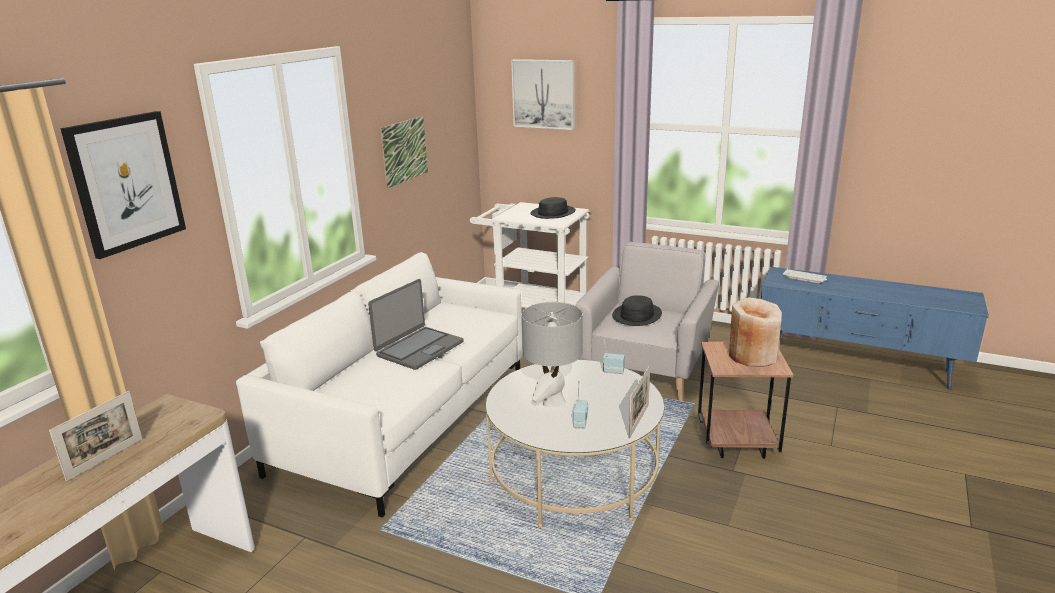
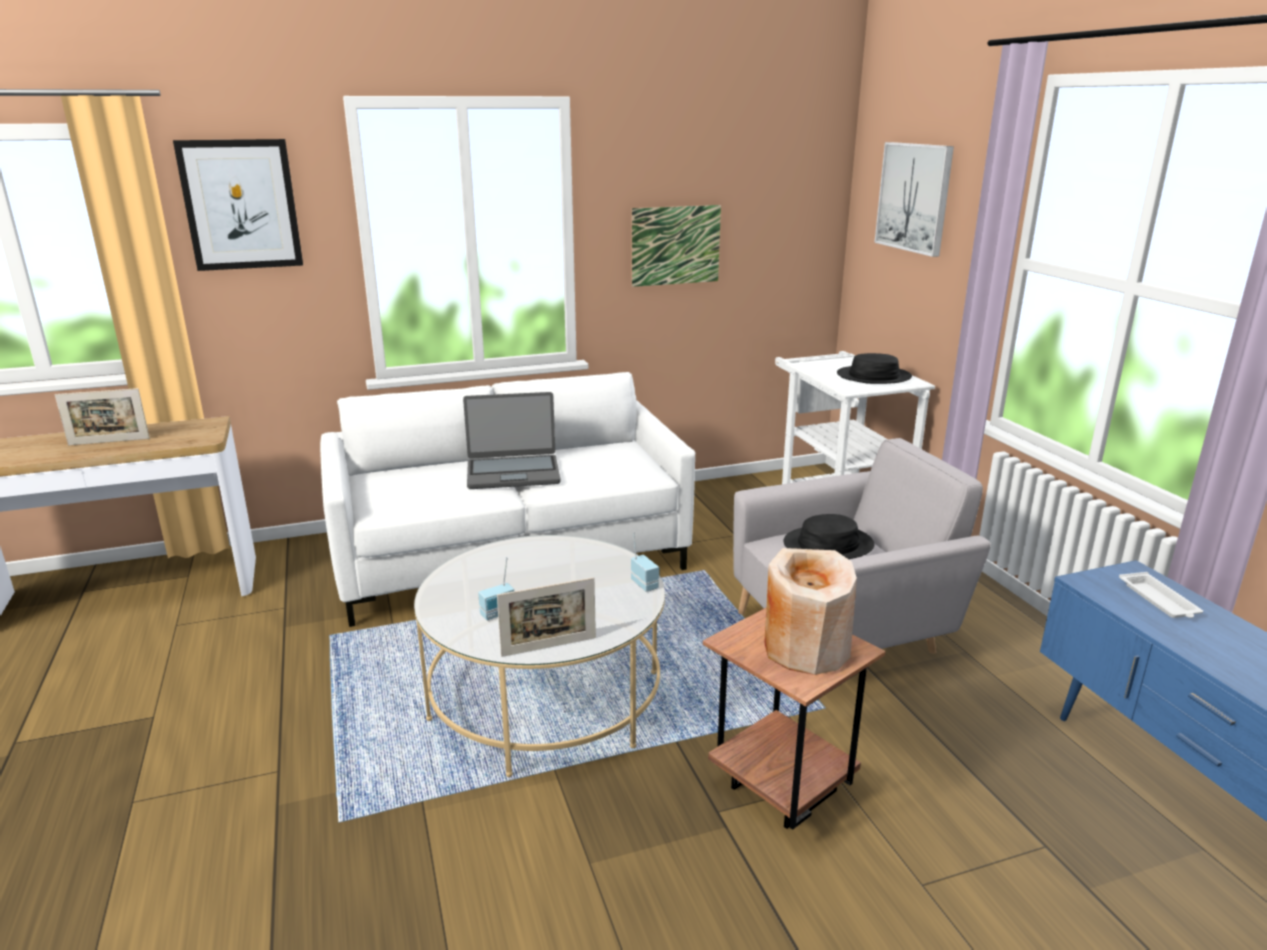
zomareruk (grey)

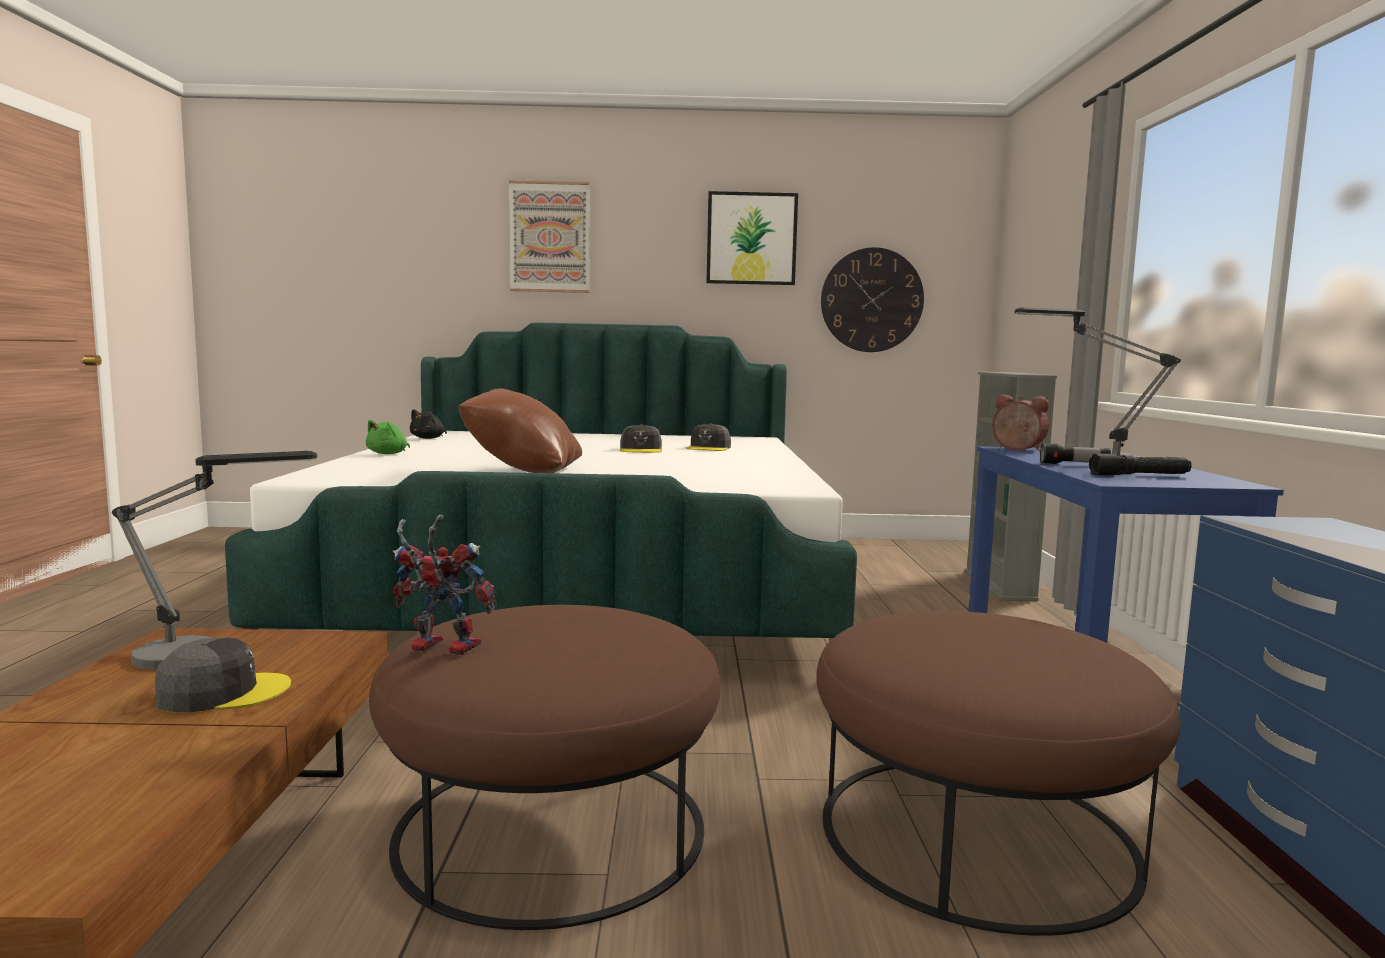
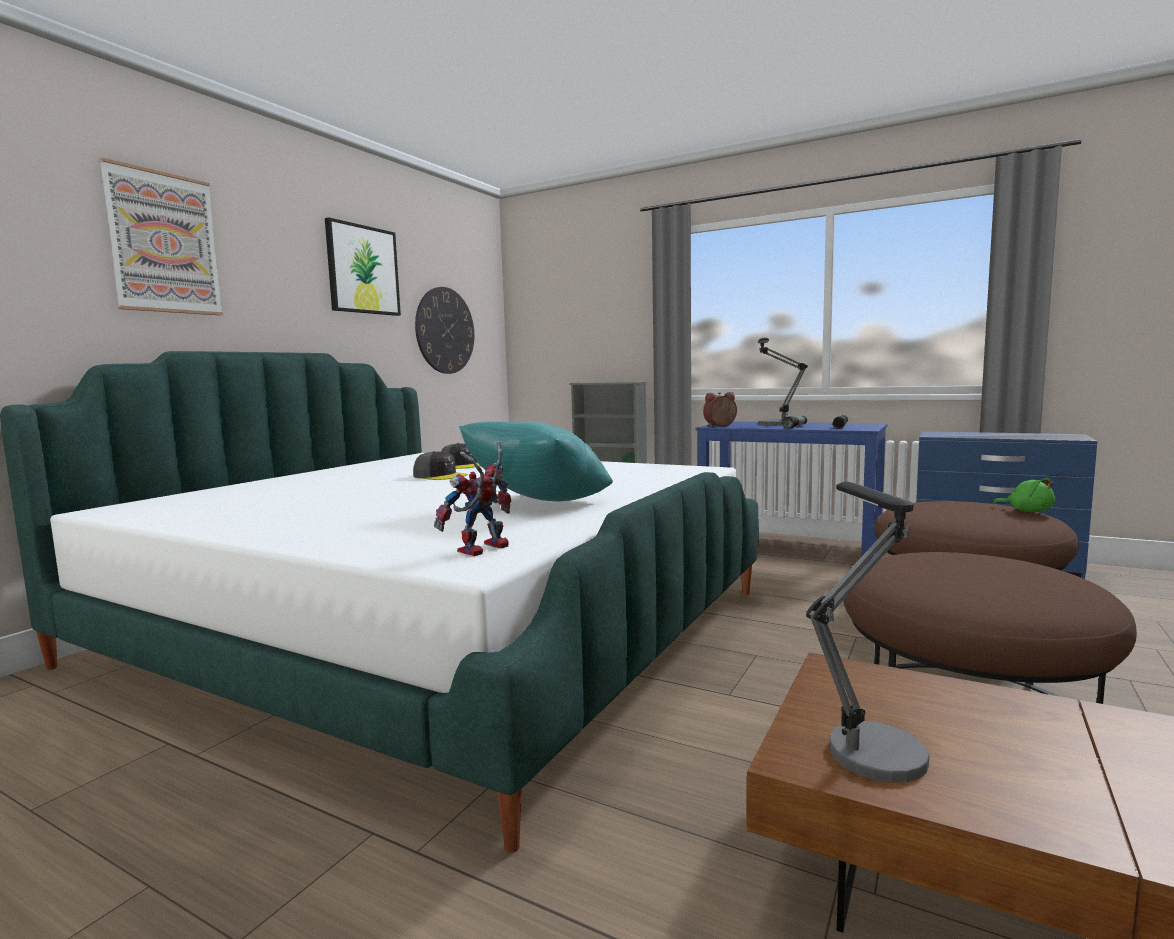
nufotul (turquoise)
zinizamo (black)
zinizamo (green)
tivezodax
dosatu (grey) (1st from left in the first image)

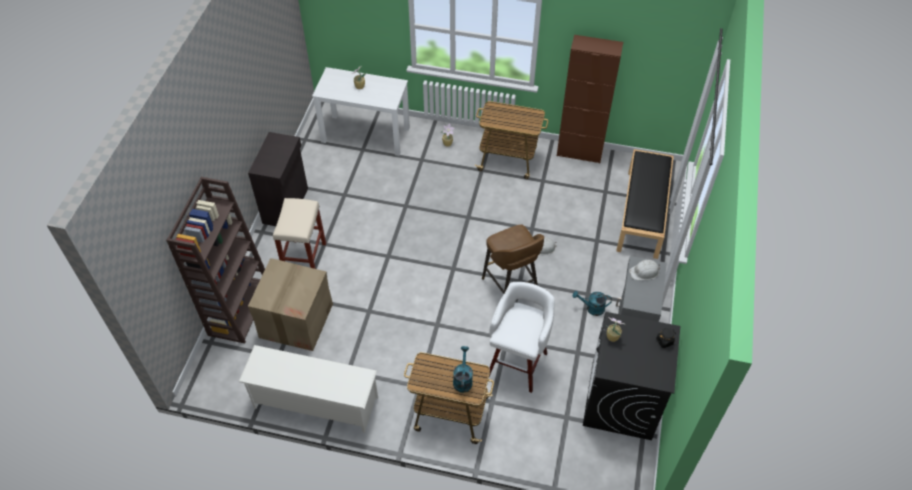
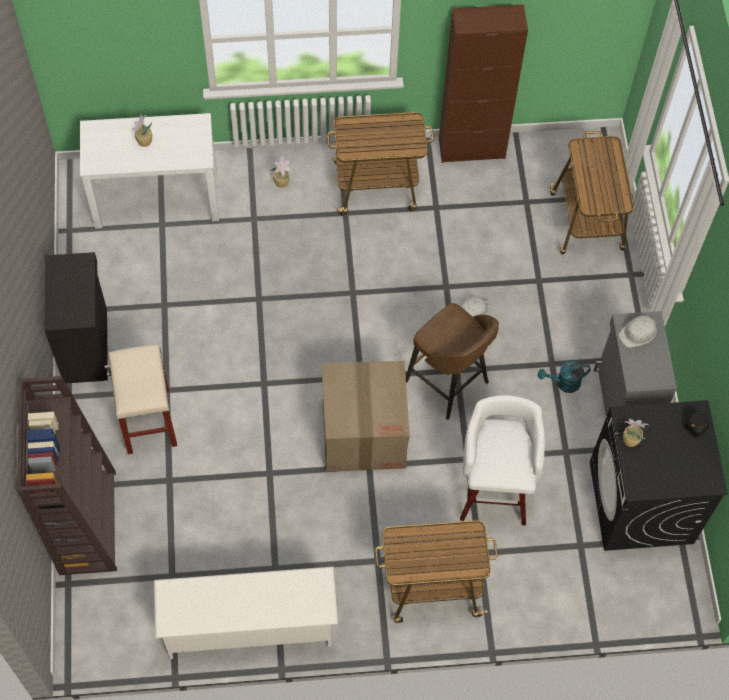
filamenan (3rd from left)
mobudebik
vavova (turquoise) (1st from left in the first image)

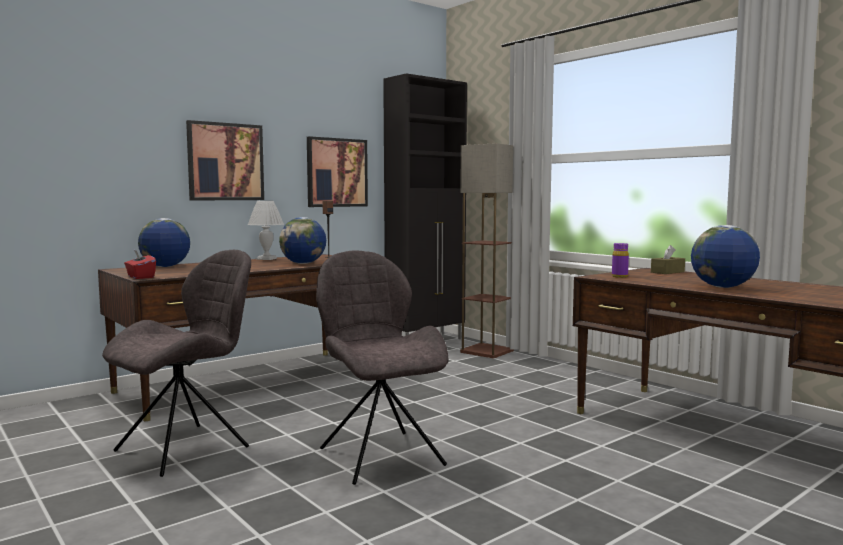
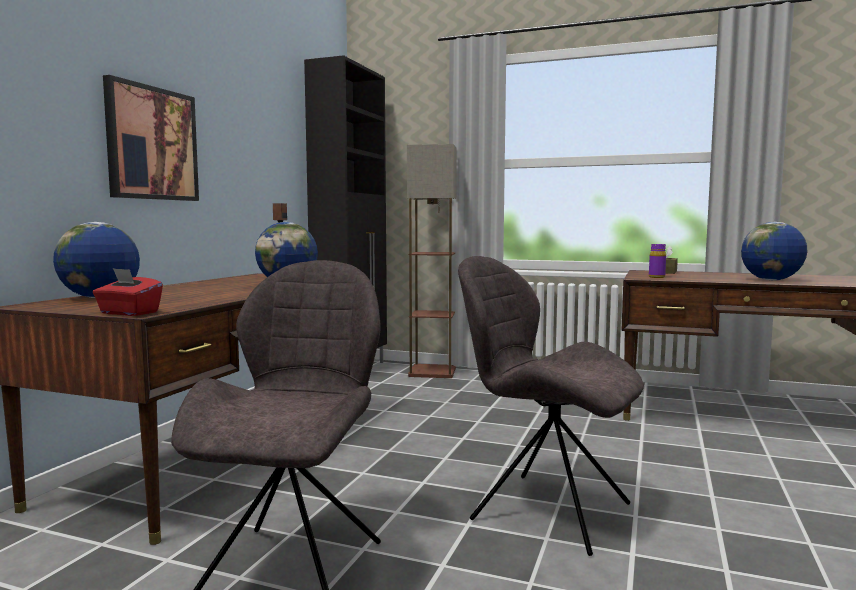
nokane (2nd from left in the first image)
zomareruk (white)

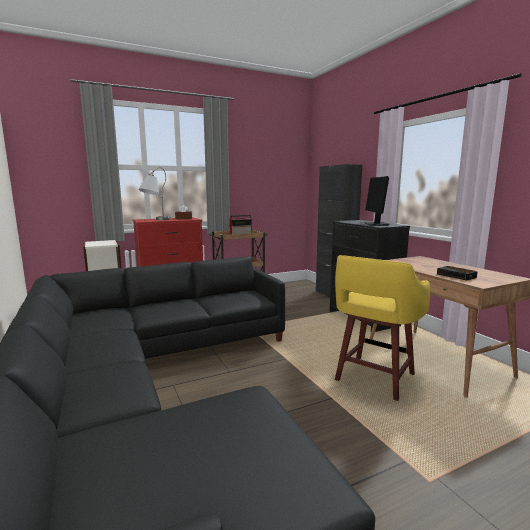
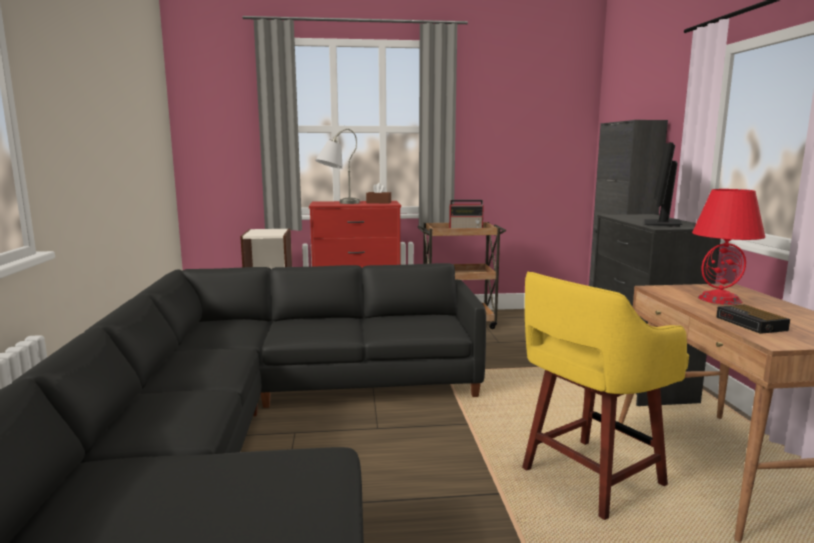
zomareruk (red)

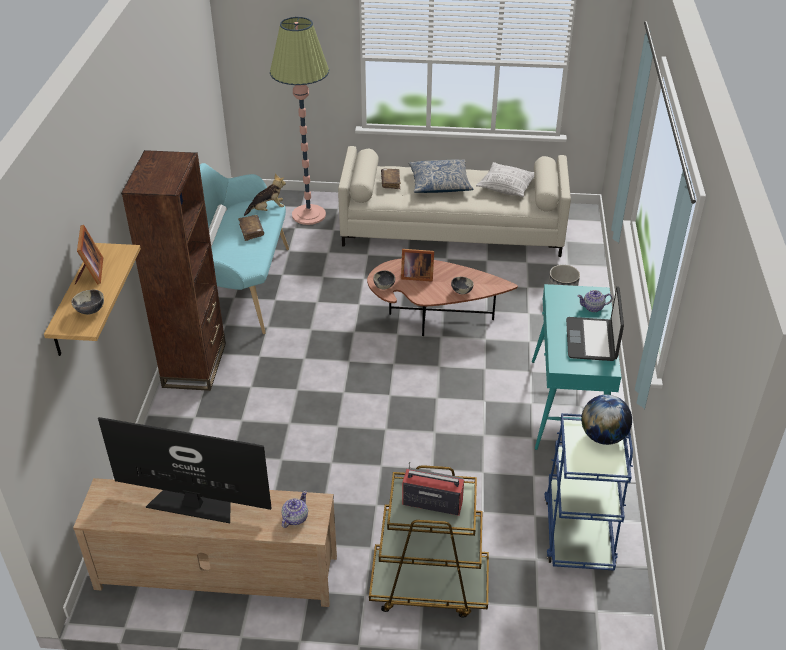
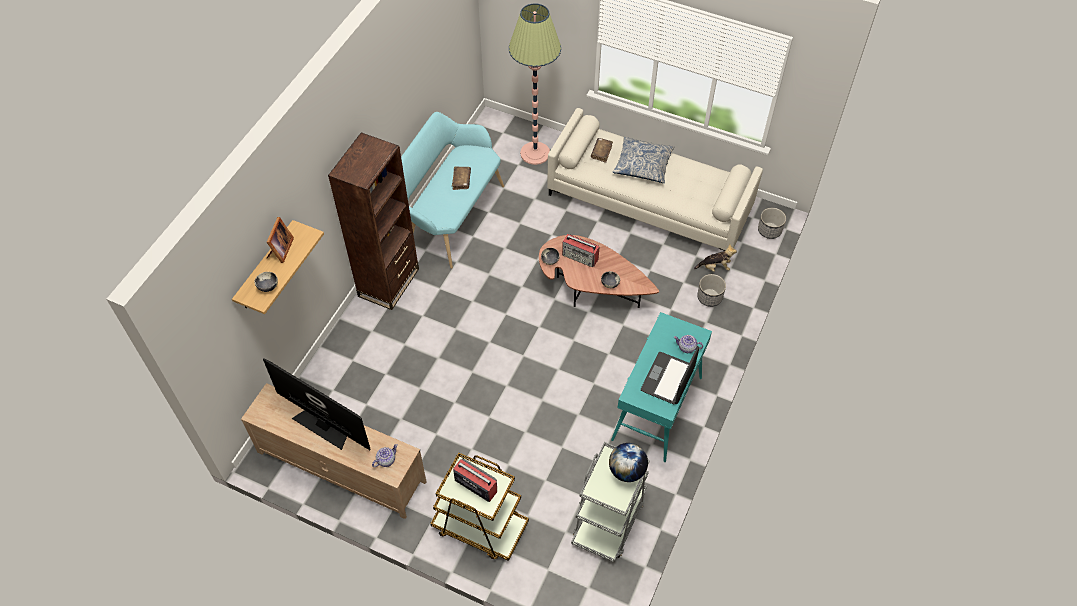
nufotul (2nd from left in the first image)
zinizamo
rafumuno (2nd from left)
filamenan (grey)
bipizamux (2nd from left)

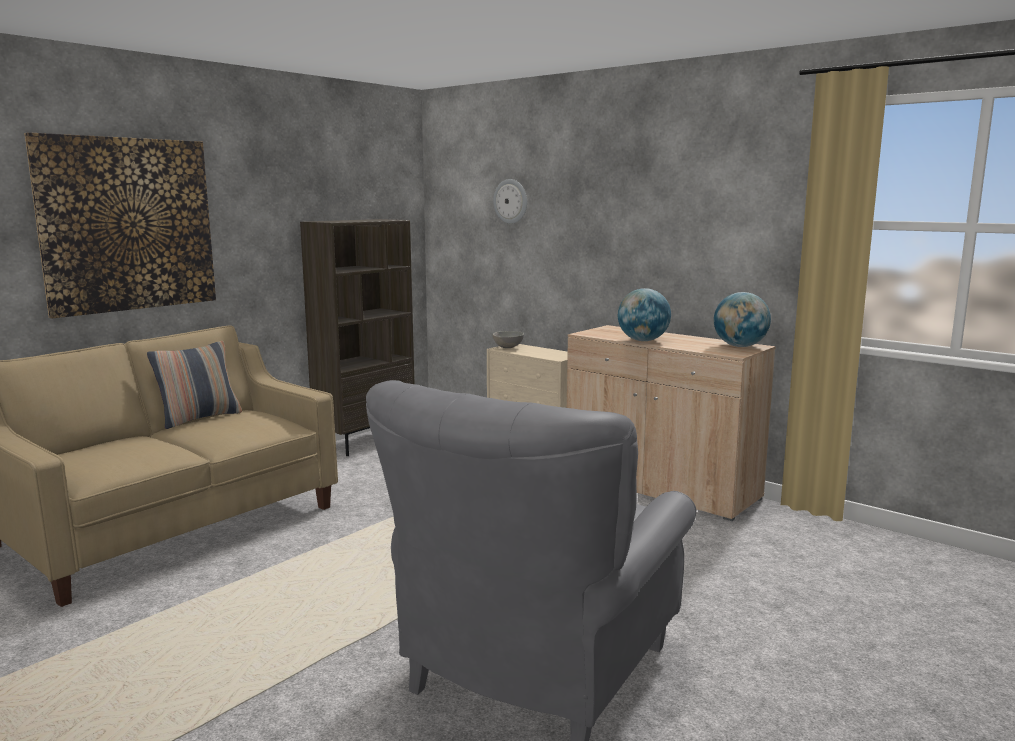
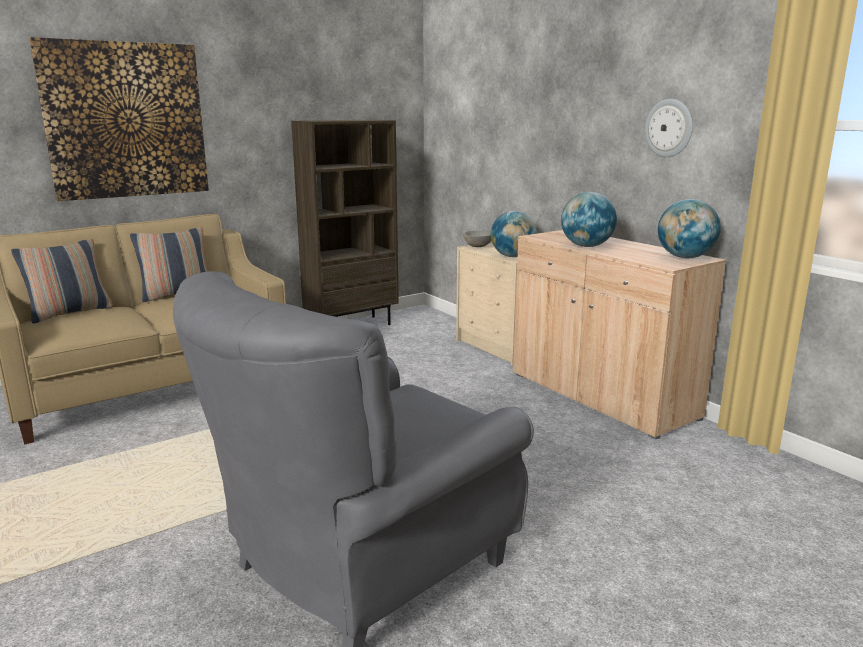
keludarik
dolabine (1st from left)
nufotul (1st from left)

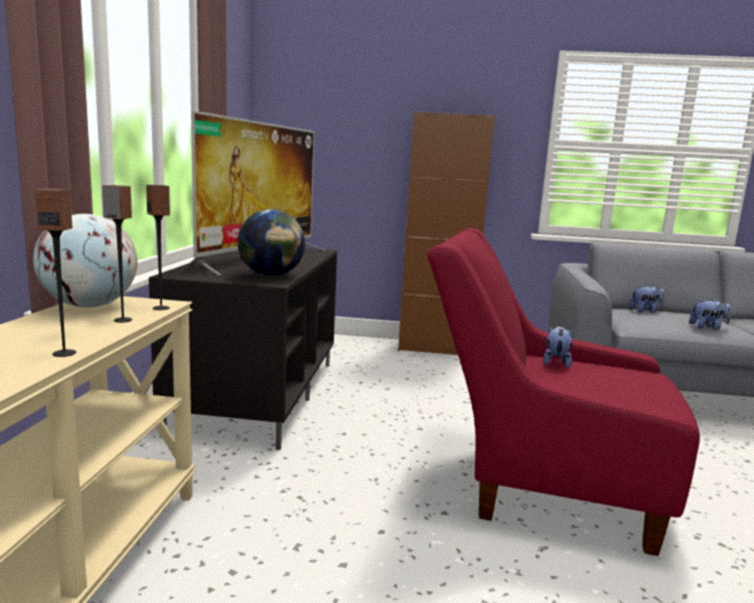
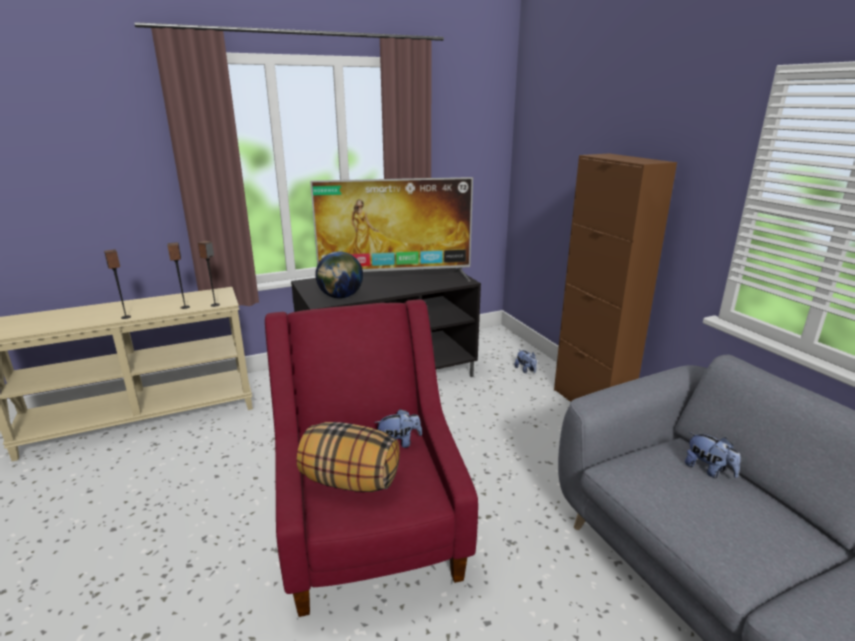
dolabine (1st from left in the first image)
zinizamo (2nd from left)
nufotul

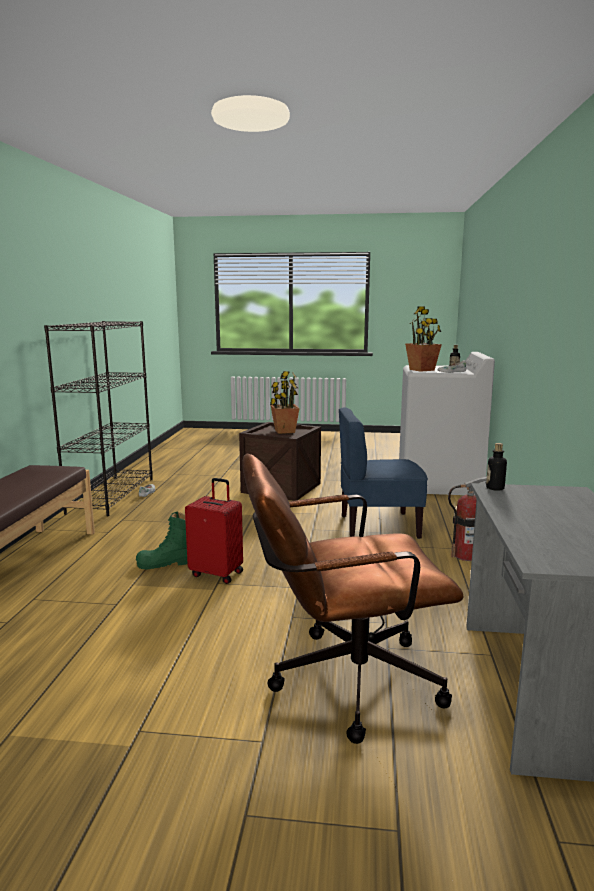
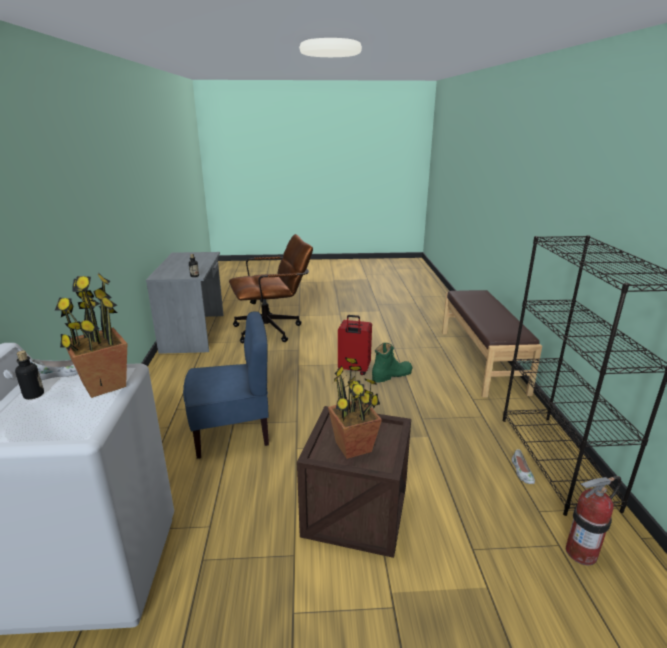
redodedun

